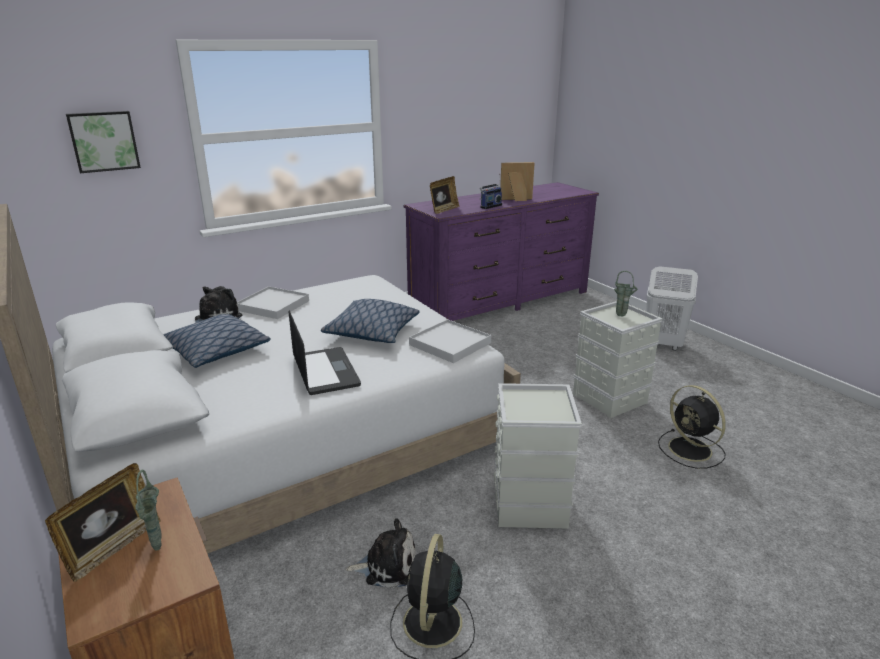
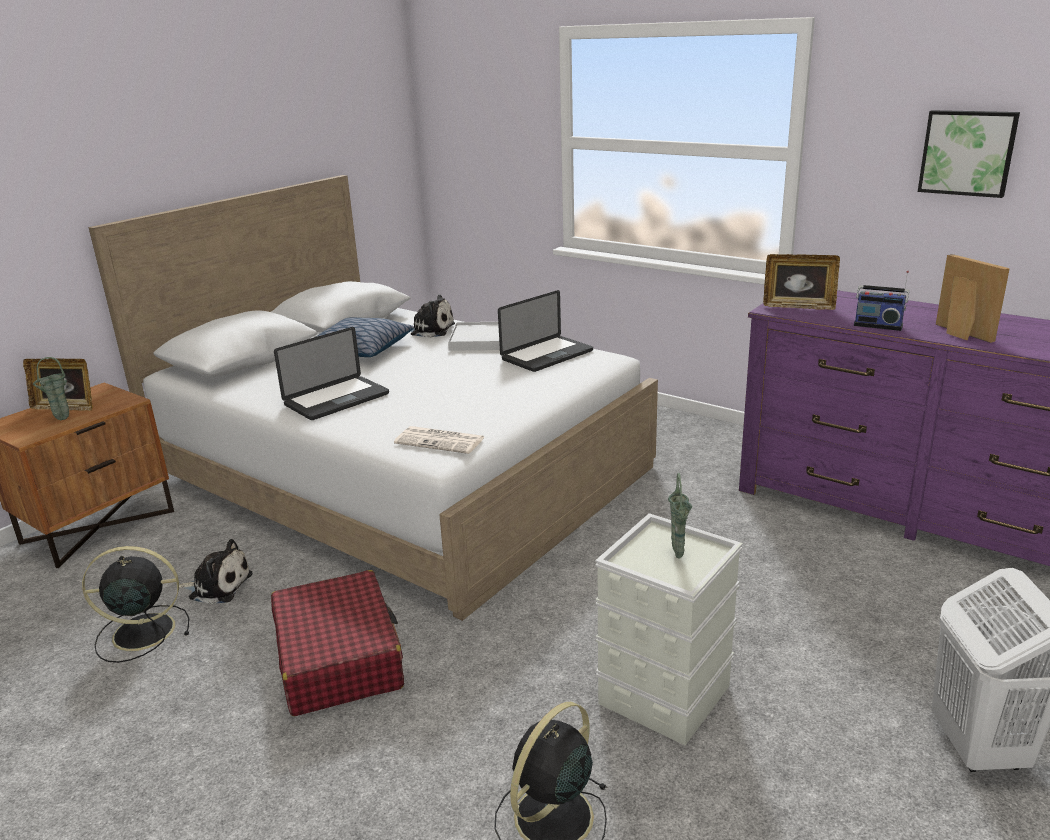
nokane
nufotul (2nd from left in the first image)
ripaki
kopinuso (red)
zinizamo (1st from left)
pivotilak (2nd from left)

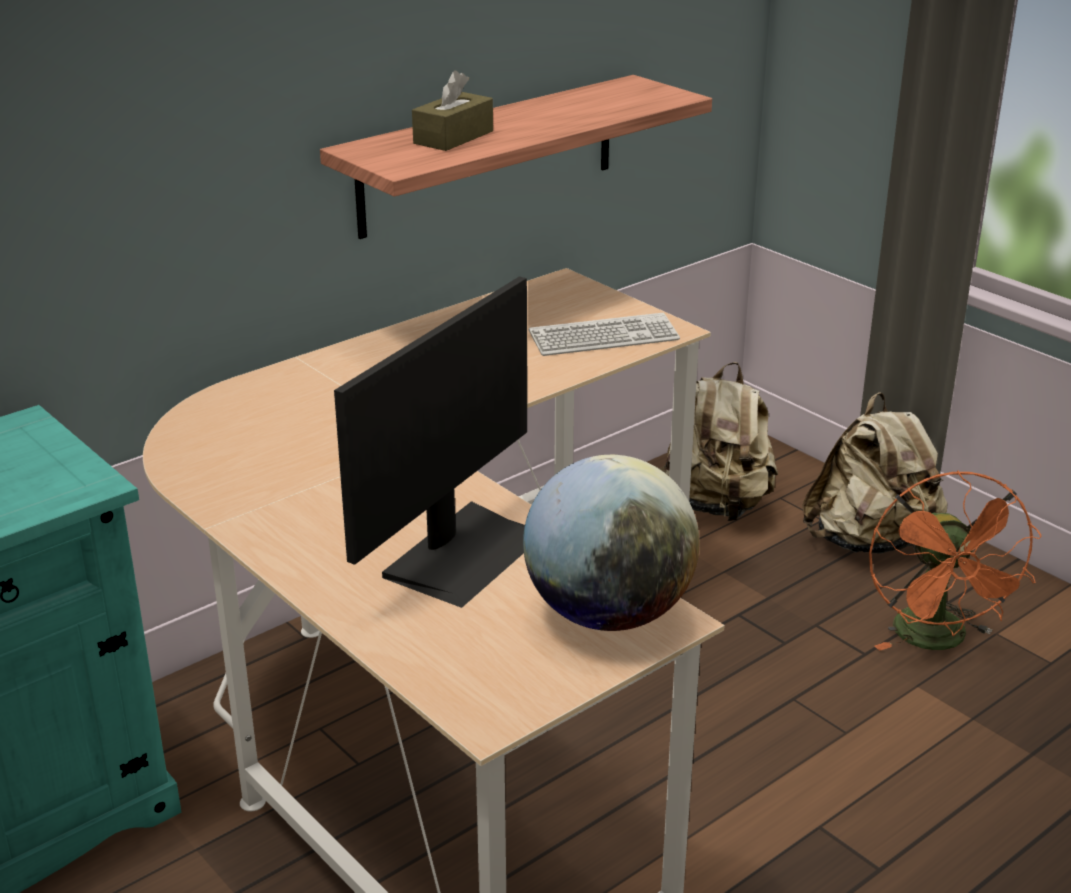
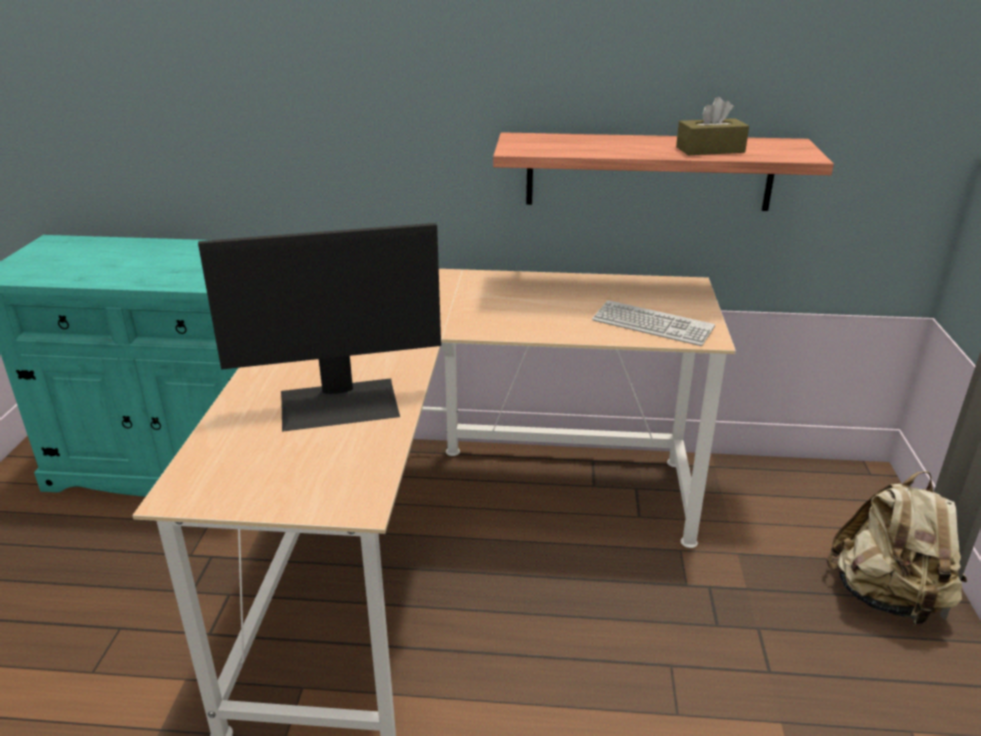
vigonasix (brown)
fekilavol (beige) (1st from left in the first image)
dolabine
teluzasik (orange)

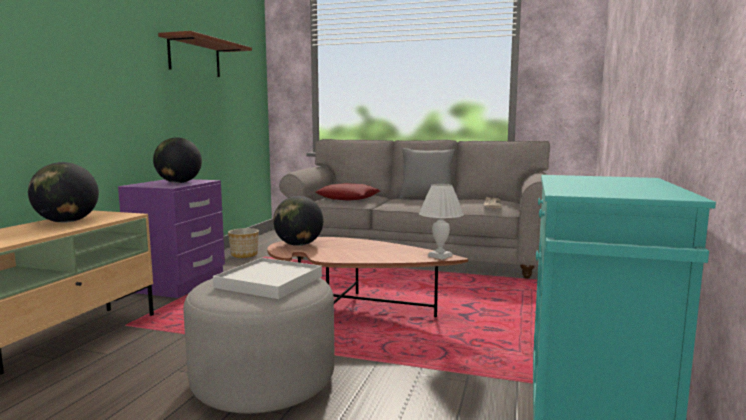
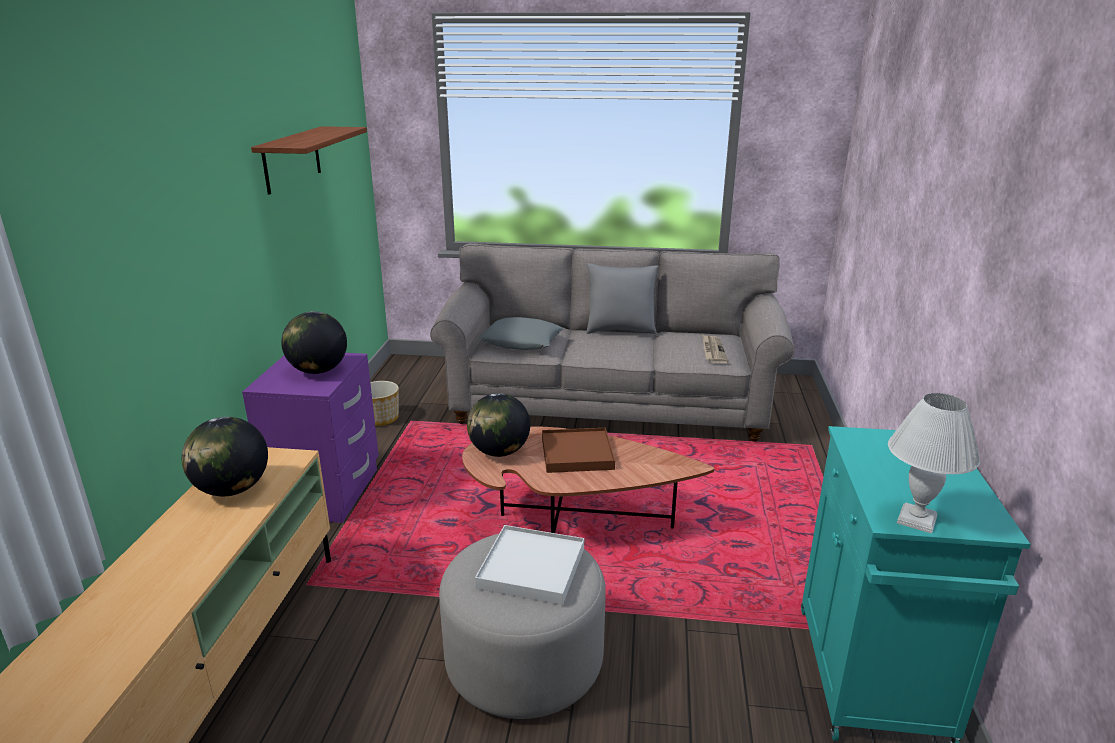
nufotul (grey) (1st from left)
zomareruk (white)
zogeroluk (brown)

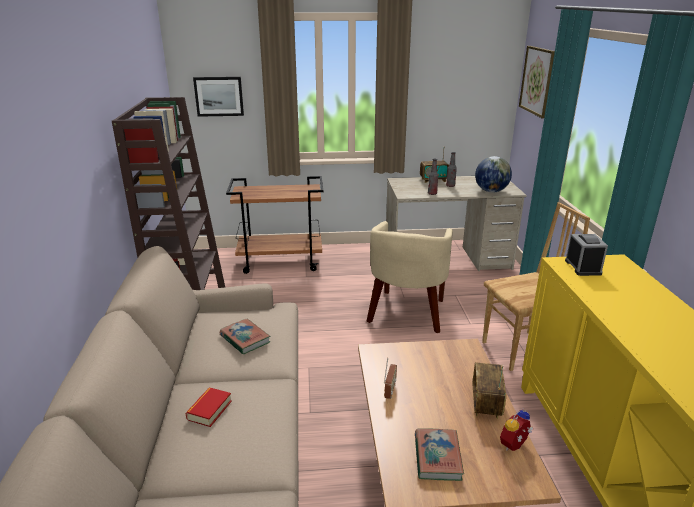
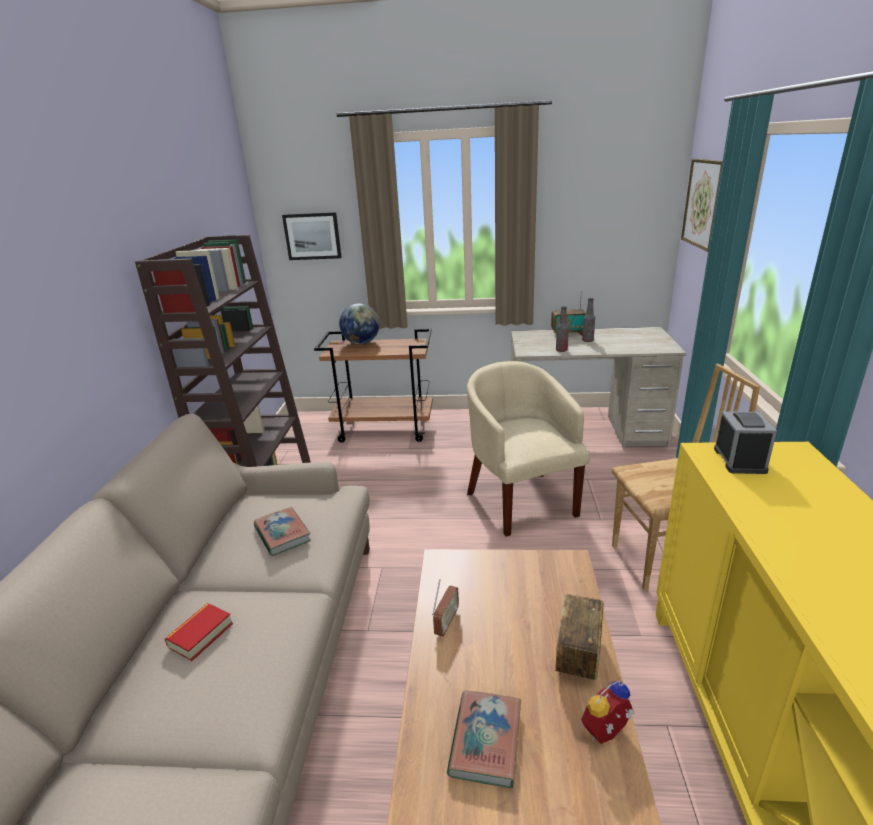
dolabine
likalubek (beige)

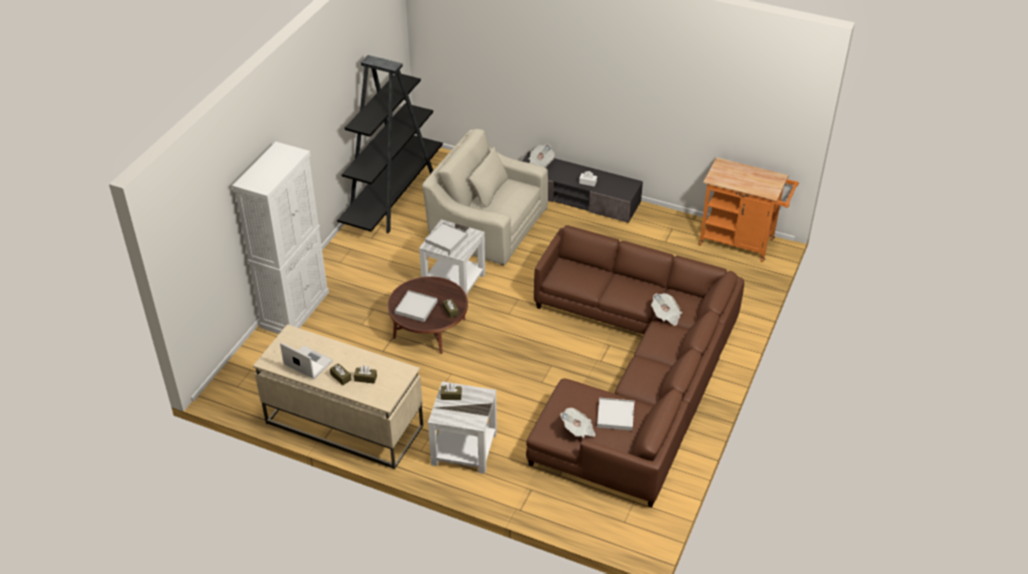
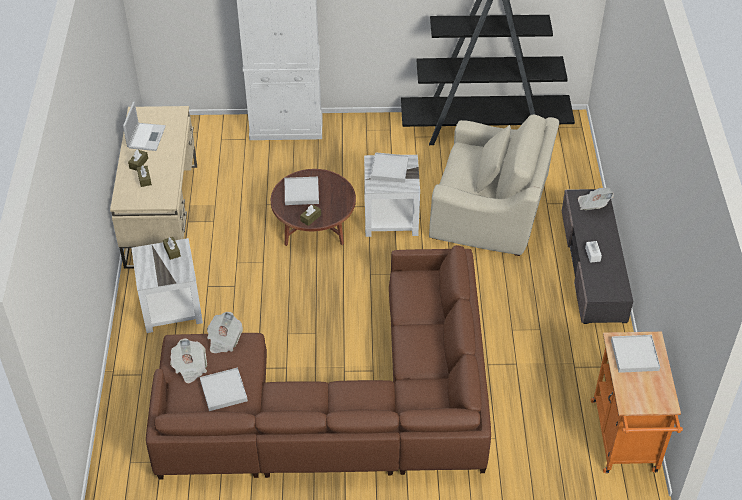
likalubek (beige)
ripaki (2nd from left)
zogeroluk (white) (4th from left)

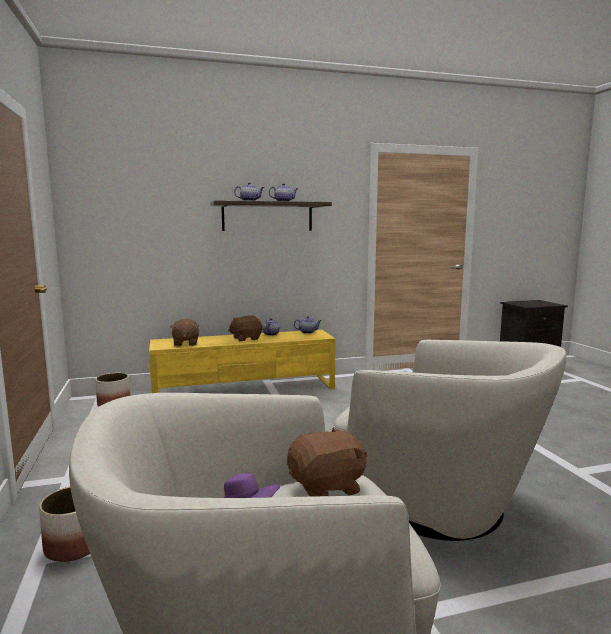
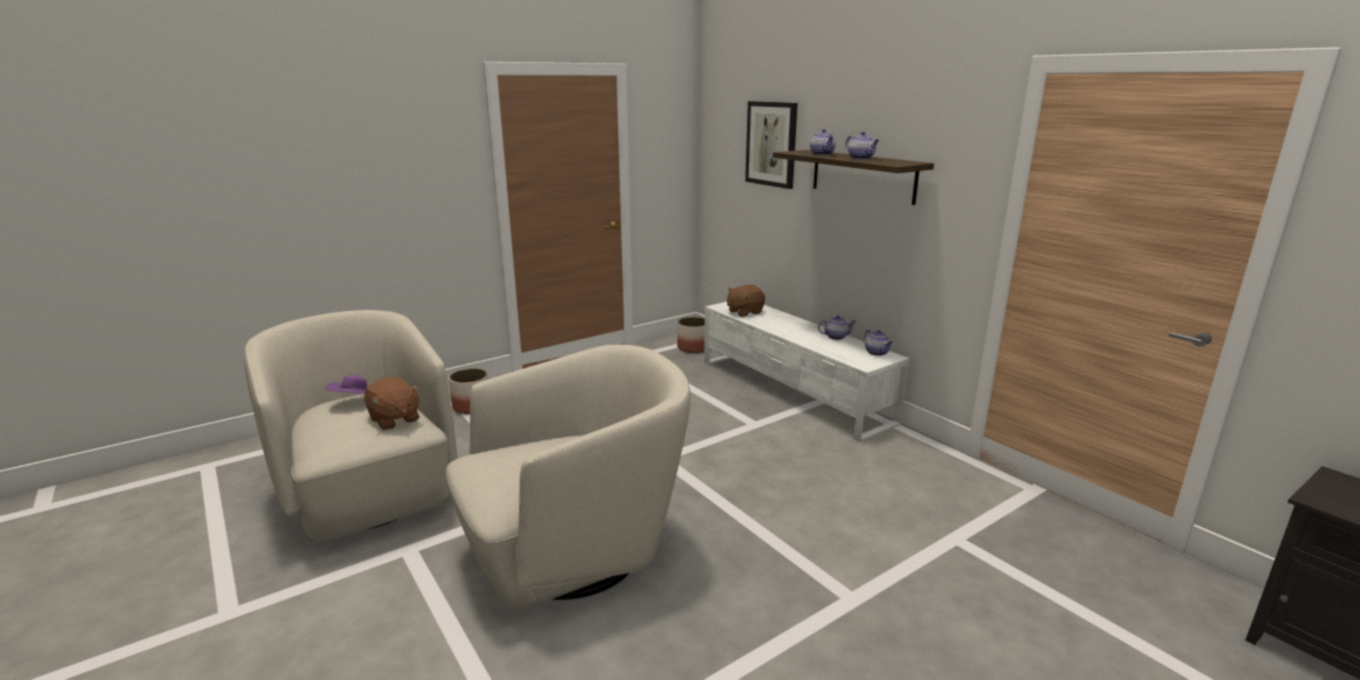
zinizamo (brown) (2nd from left in the first image)
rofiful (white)
likalubek (beige) (2nd from left)
nokane

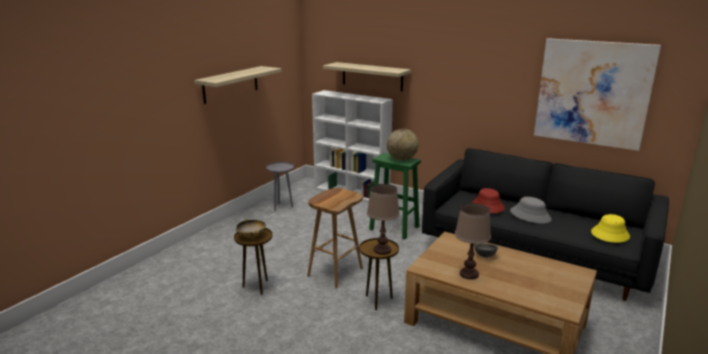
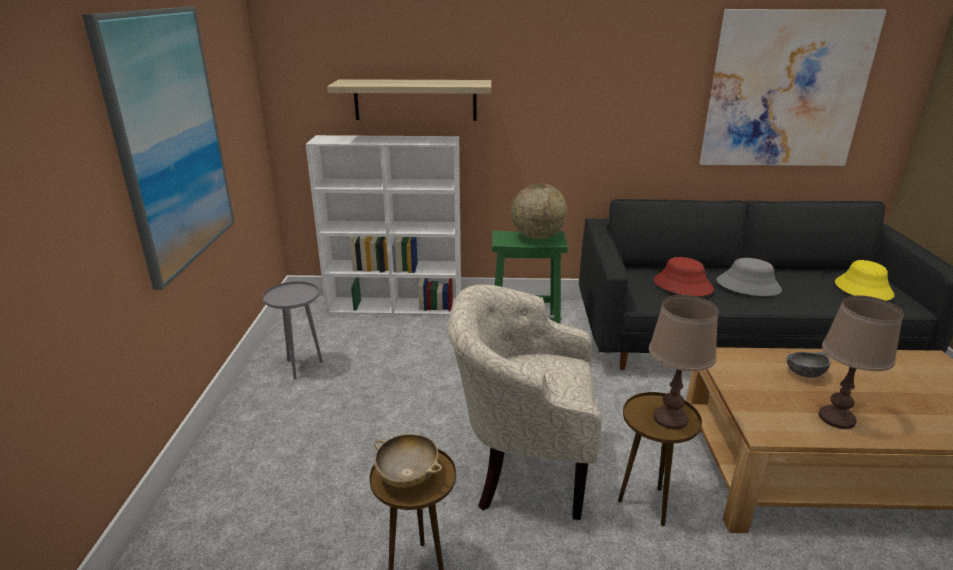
nokane (1st from left)
likalubek (beige)

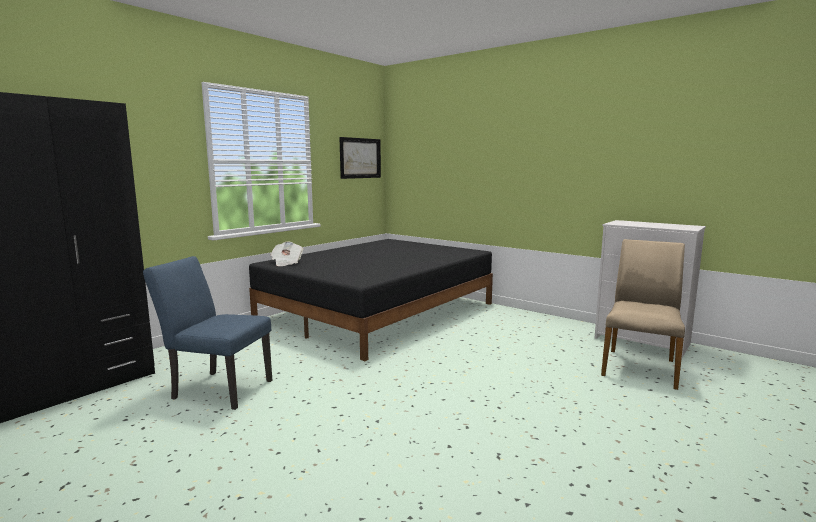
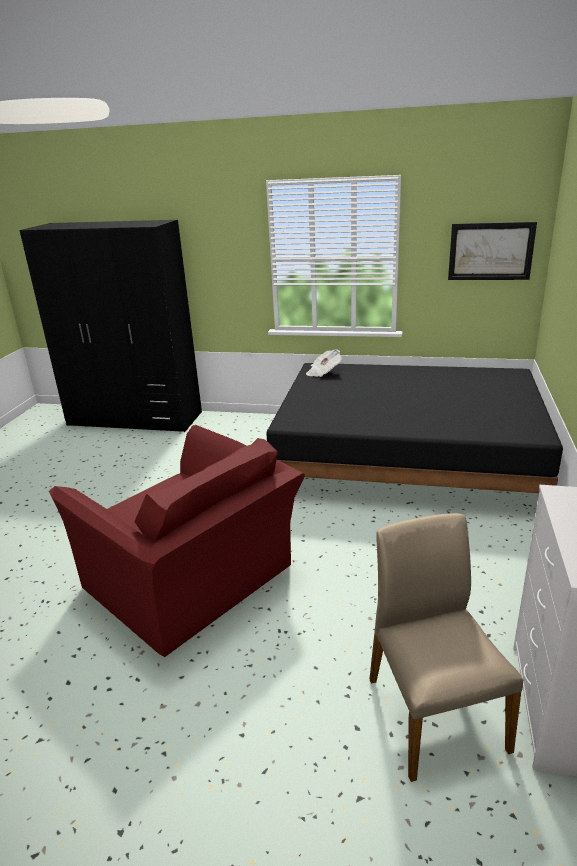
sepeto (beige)
sepeto (blue)
likalubek (red)

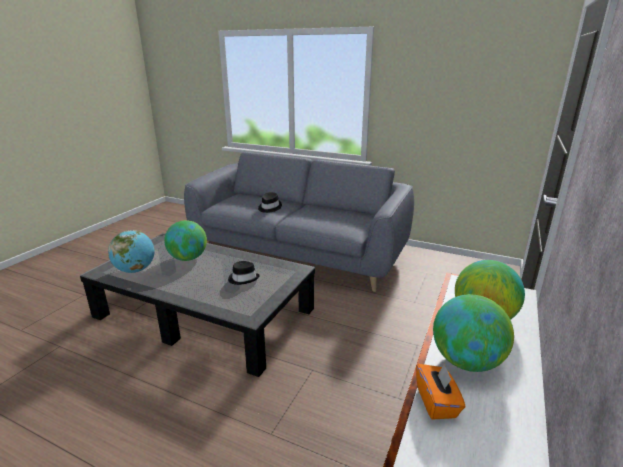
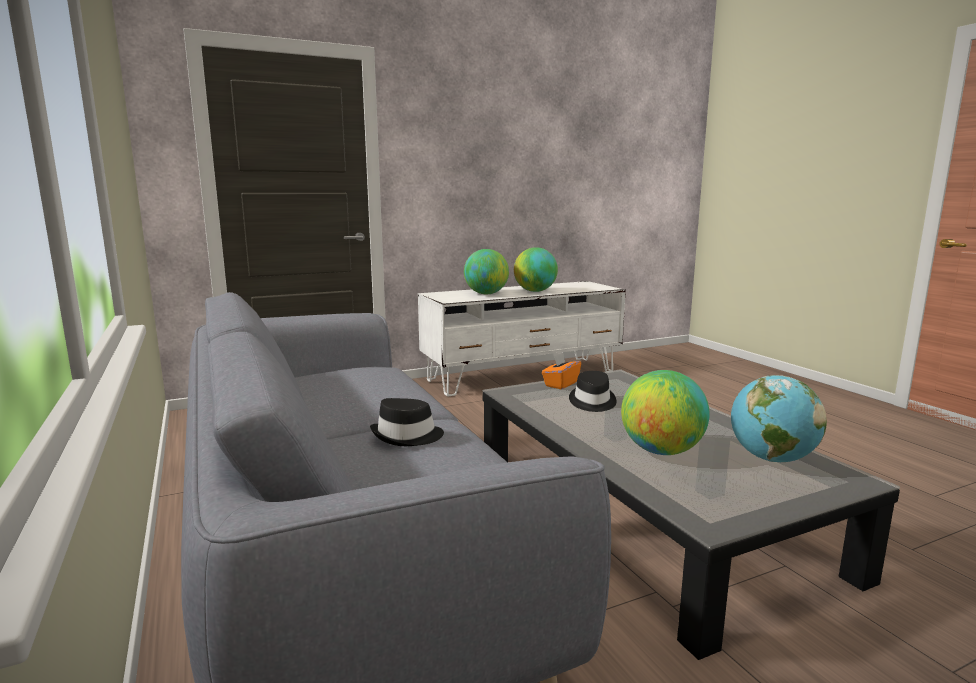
vigonasix (orange)

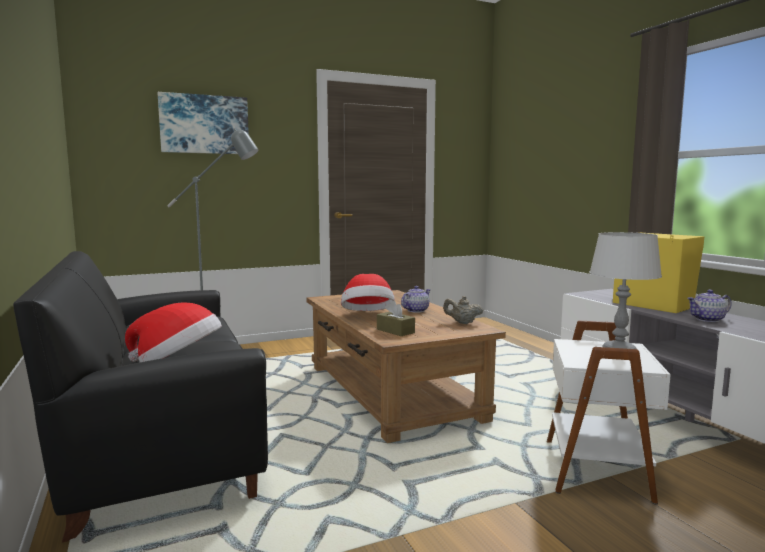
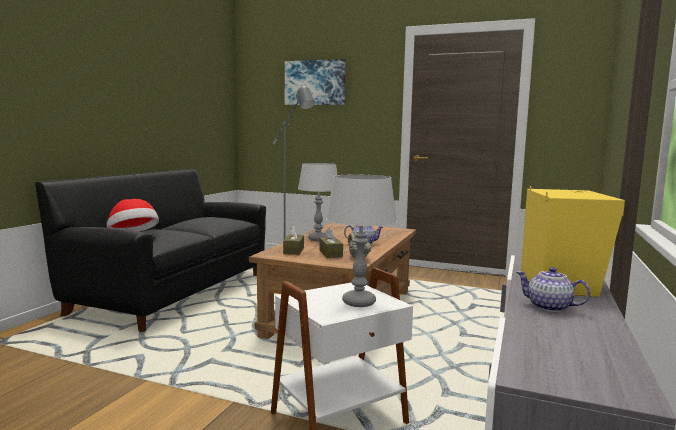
zomareruk (grey) (1st from left)
vigonasix (brown) (2nd from left)

